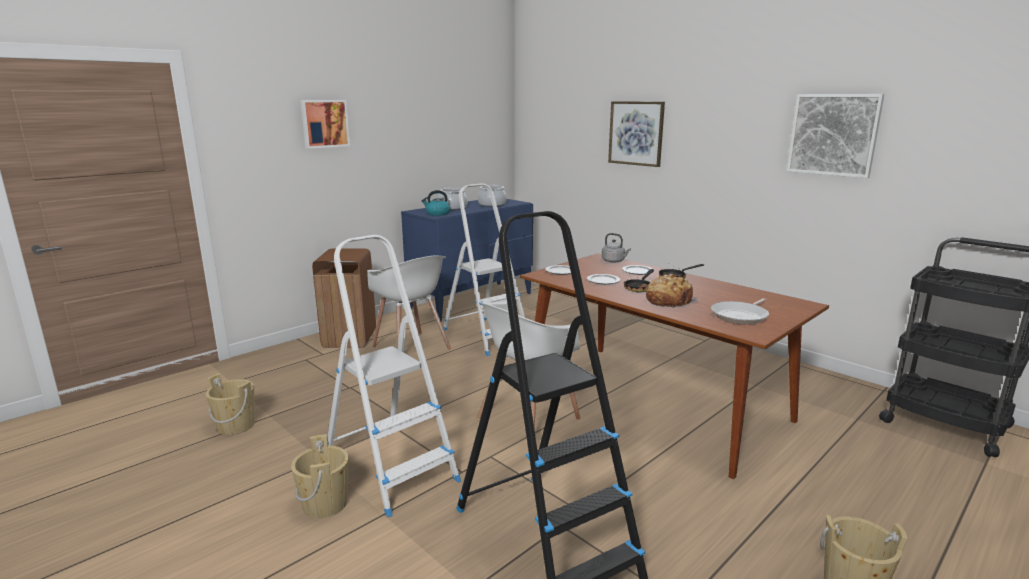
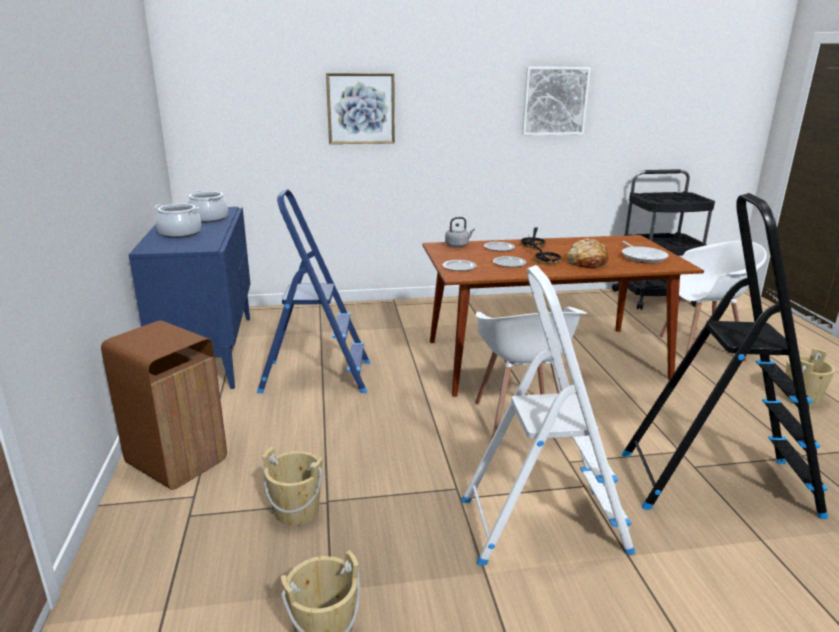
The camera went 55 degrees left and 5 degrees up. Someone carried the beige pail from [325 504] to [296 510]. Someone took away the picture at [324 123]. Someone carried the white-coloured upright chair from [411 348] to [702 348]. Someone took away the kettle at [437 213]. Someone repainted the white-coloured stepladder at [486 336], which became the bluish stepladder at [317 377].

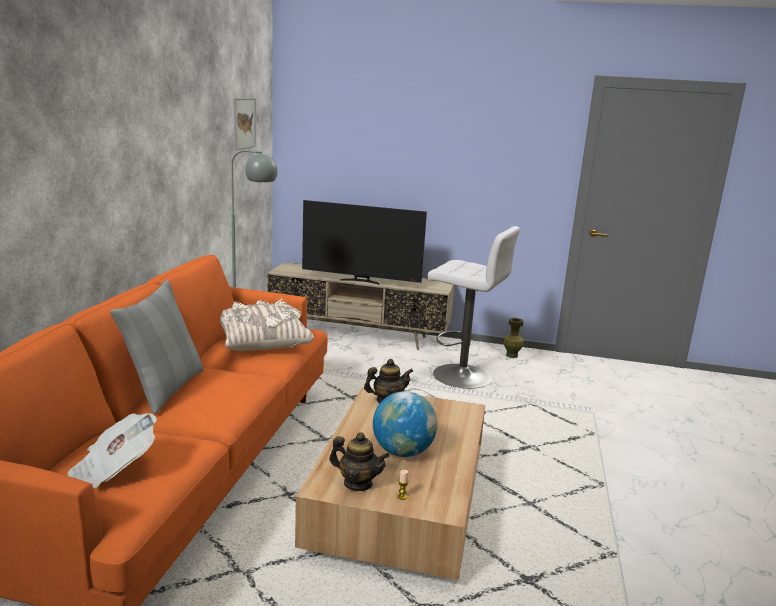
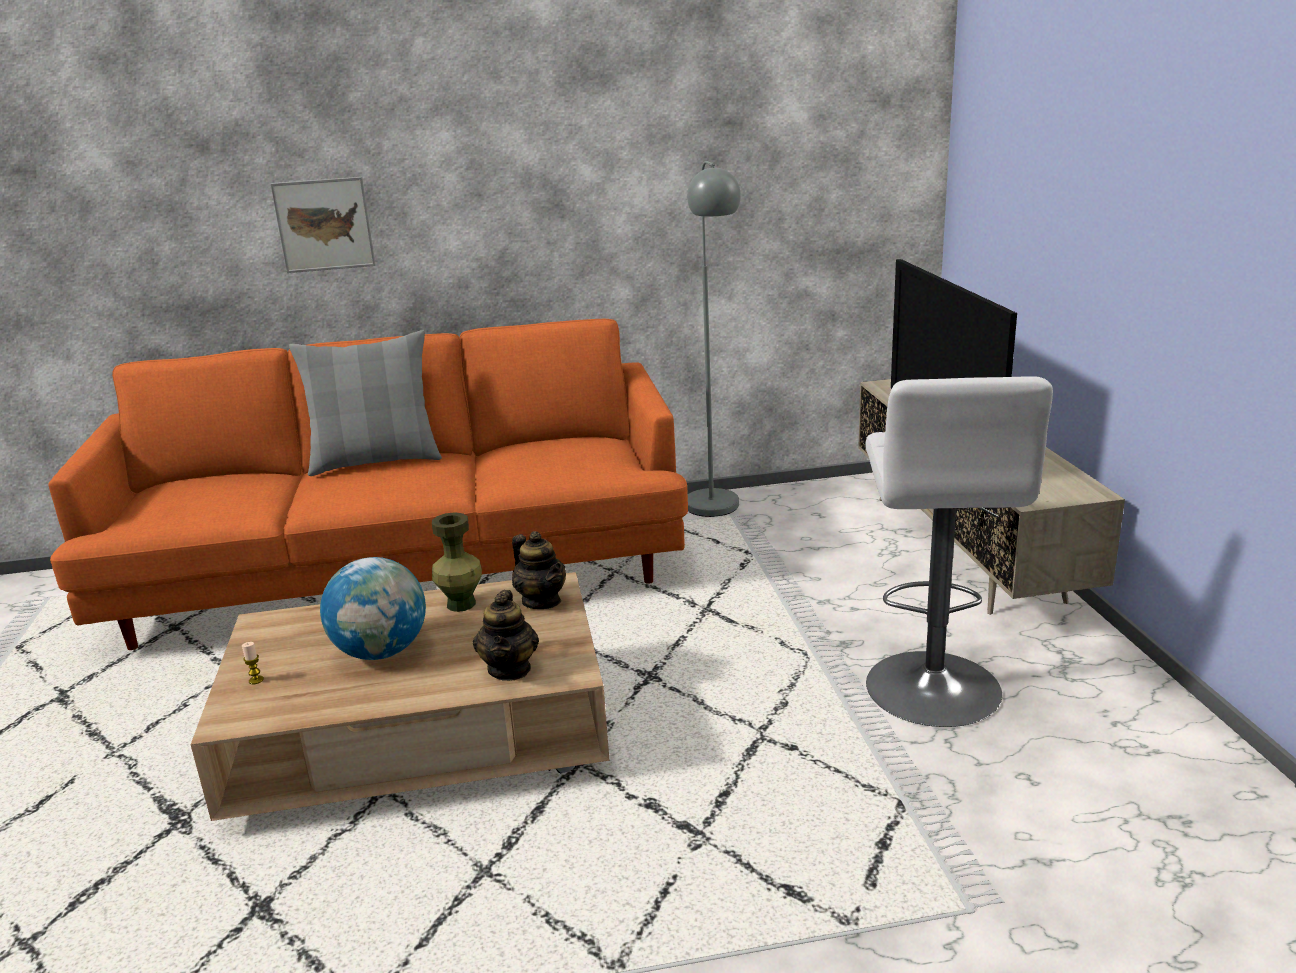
The camera went 70 degrees right and 5 degrees up. Someone took away the newspaper at [114 469]. Someone took away the beige cushion at [263 343]. Someone carried the picture from [244 123] to [324 225]. Someone carried the pot for tea from [358 483] to [510 669]. Someone carried the greenish decorative vase from [512 355] to [461 604].

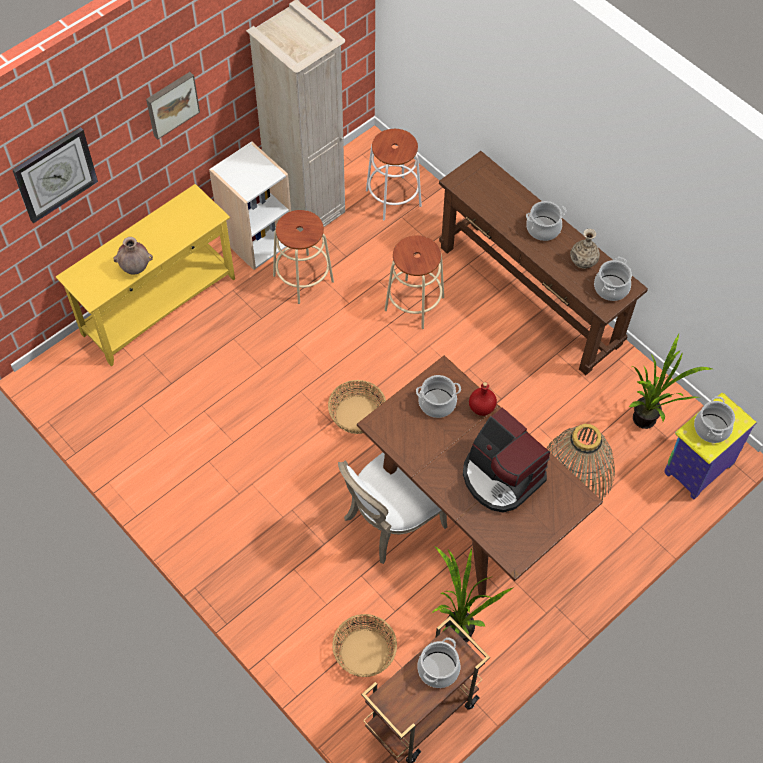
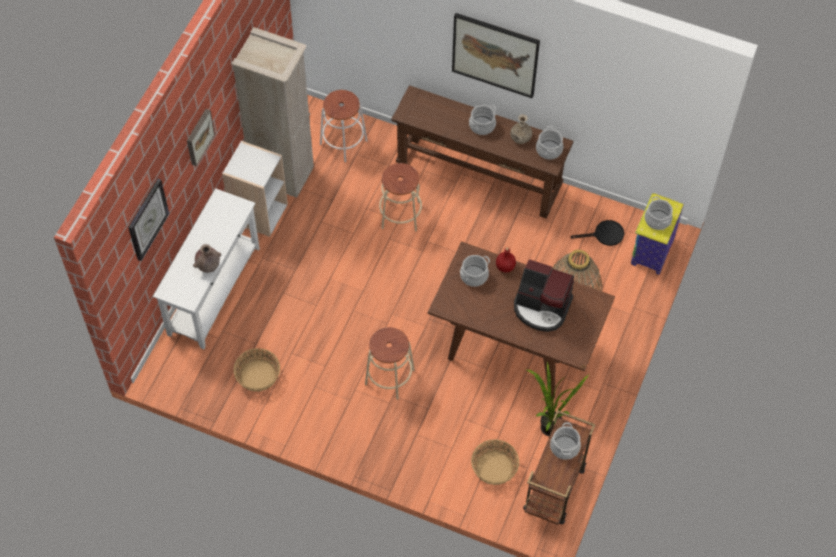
The camera went 25 degrees left and 0 degrees up. Someone repainted the yellowish hall table at [159 305], which became the white-coloured hall table at [214 290]. Someone carried the beige sitting stool from [303 278] to [389 377]. Someone carried the household basket from [356 415] to [257 376]. Someone took away the white-coloured upright chair at [389 521]. Someone swapped the plant in a pot at [648 423] for the black frying pan at [604 235]. Someone put up the picture at [495 54].

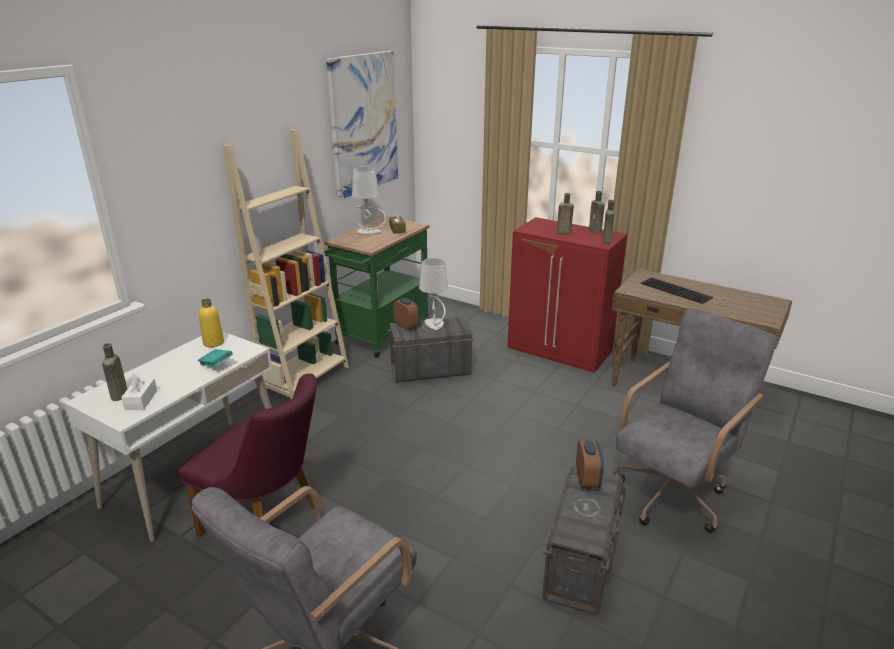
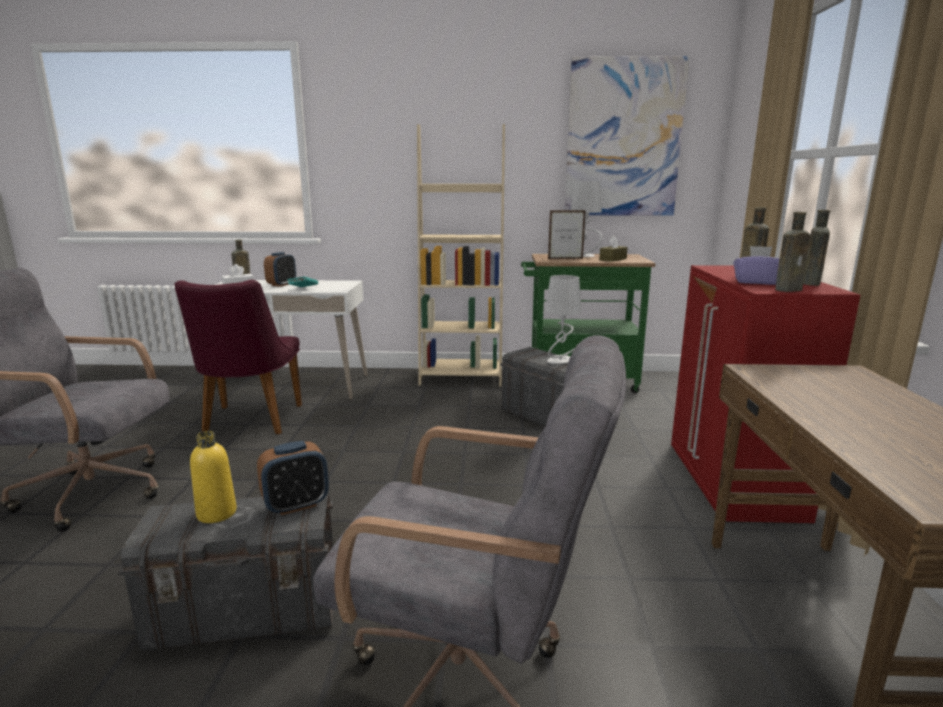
The camera went 60 degrees right and 10 degrees down. Someone carried the yellowish beverage bottle from [213 342] to [216 513]. Someone carried the alarm clock from [407 326] to [282 284]. Someone took away the computer keyboard at [677 290]. Someone put down the standing frame at [565 259]. Someone put down the purple-coloured tissue holder at [756 282].

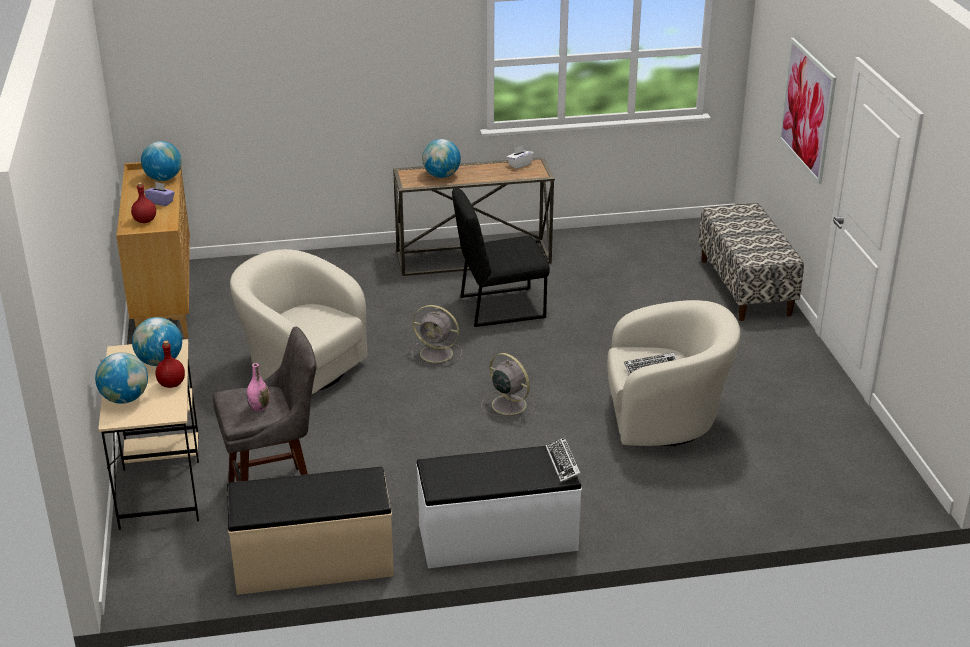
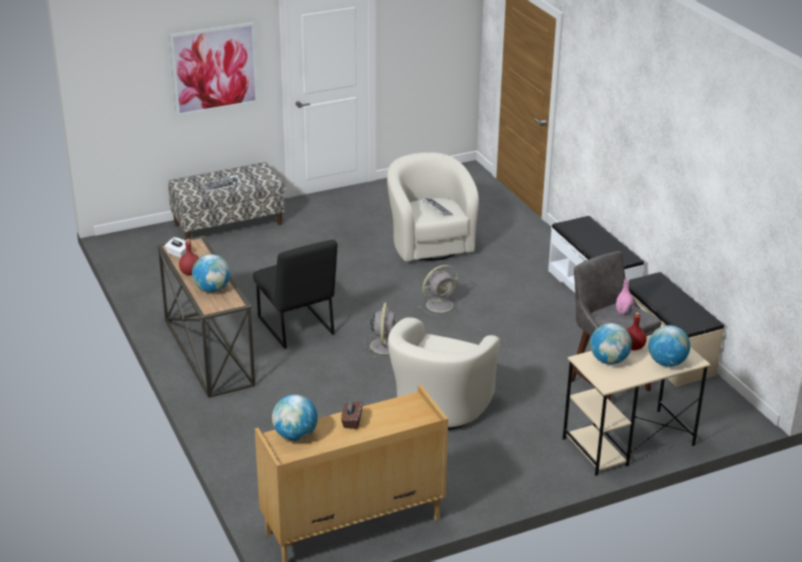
The camera went 105 degrees left and 0 degrees up. Someone carried the red beverage bottle from [145 221] to [190 272]. Someone repainted the purple-coloured tissue holder at [161 202], which became the brownish tissue holder at [351 421]. Someone rotated the greyish fan at [507 404] by 150 degrees counterclockwise. Someone carried the computer keyboard from [563 463] to [221 185].

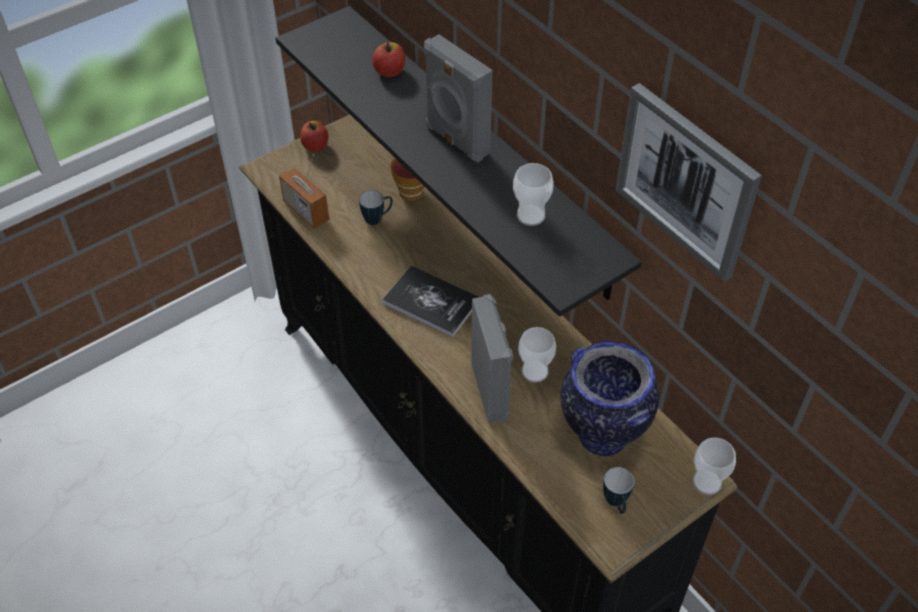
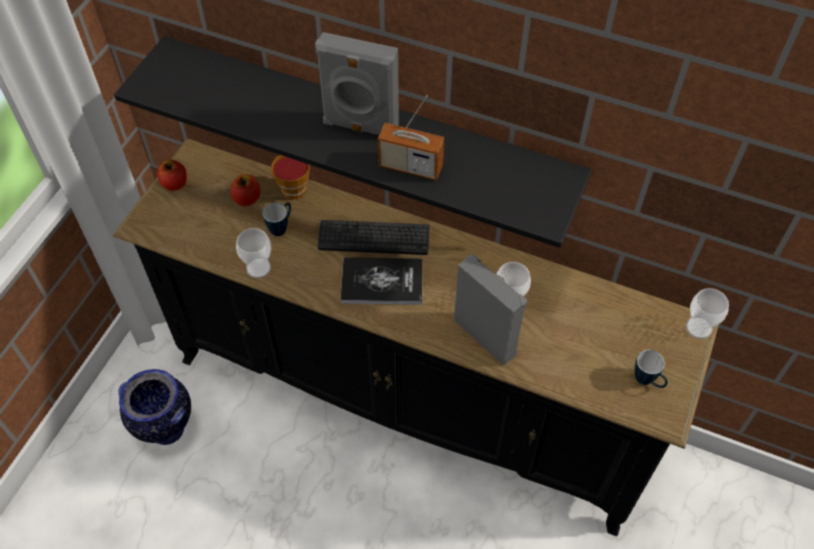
The camera went 30 degrees left and 5 degrees up. Someone carried the radio set from [306 211] to [410 166]. Someone carried the apple fruit from [390 71] to [247 199]. Someone carried the small cup from [530 215] to [258 268]. Someone carried the decorative vase from [601 436] to [166 429]. Someone took away the picture at [686 181]. Someone put down the computer keyboard at [374 238].

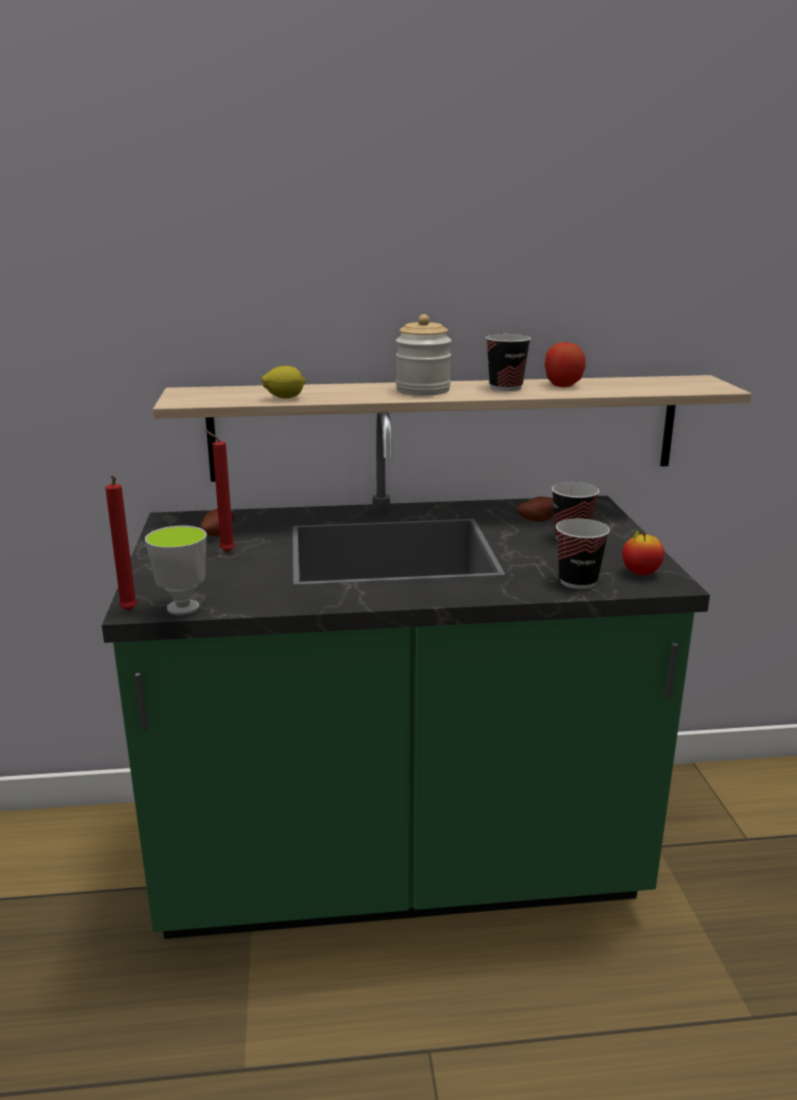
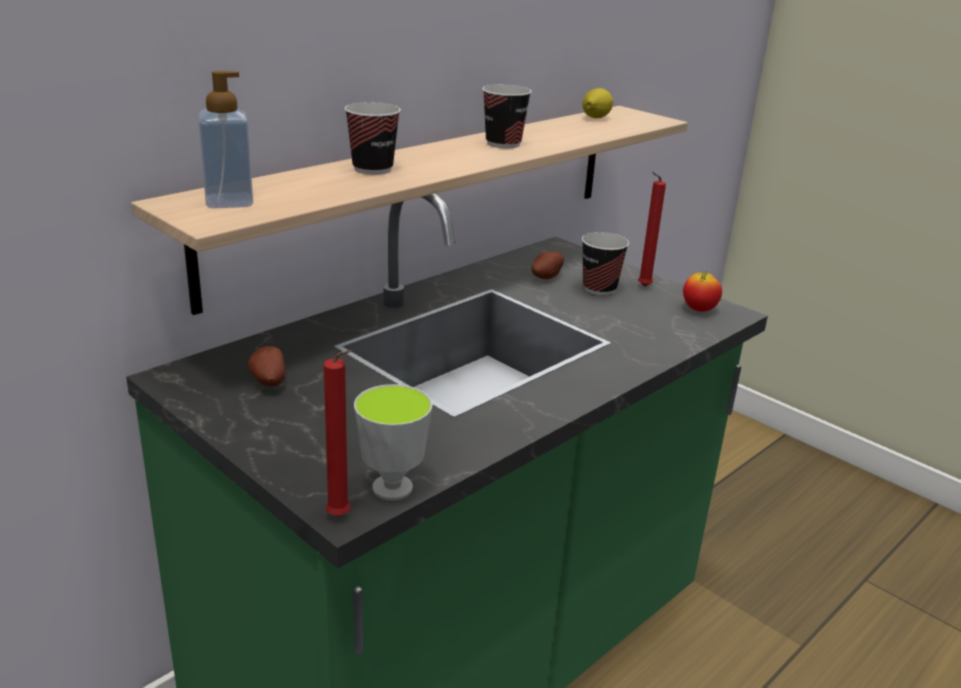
The camera went 40 degrees left and 5 degrees up. Someone carried the red candle from [225 552] to [642 287]. Someone carried the lemon from [284 398] to [595 118]. Someone took away the jar at [423 390]. Someone took away the apple fruit at [563 385]. Someone carried the small cup from [578 581] to [372 169]. Someone put down the soap bottle at [229 202].

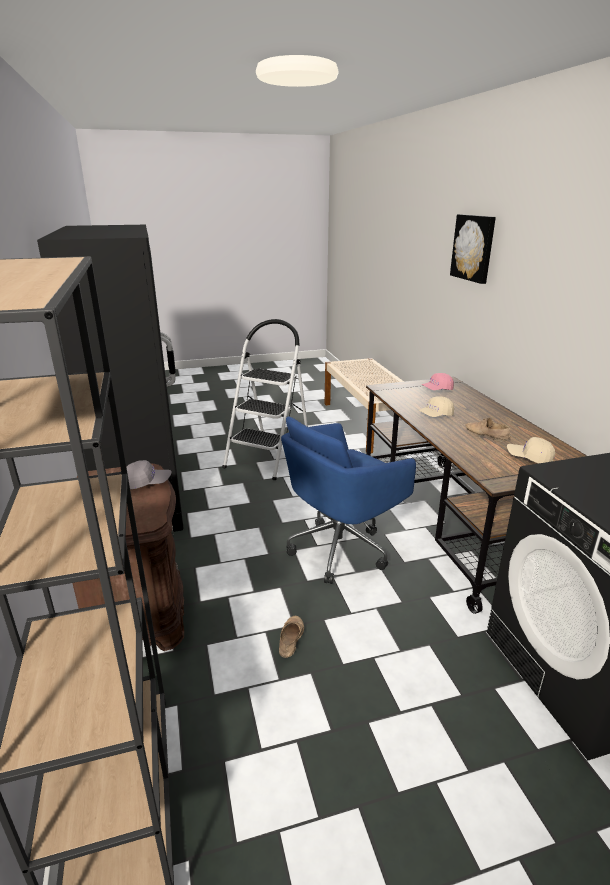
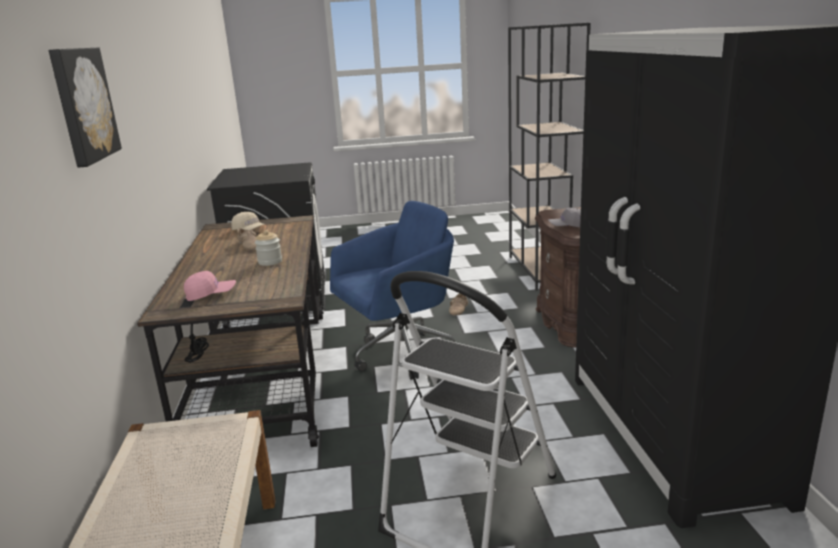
The camera went 170 degrees left and 5 degrees down. Someone swapped the beige cap at [435 415] for the jar at [270 262].

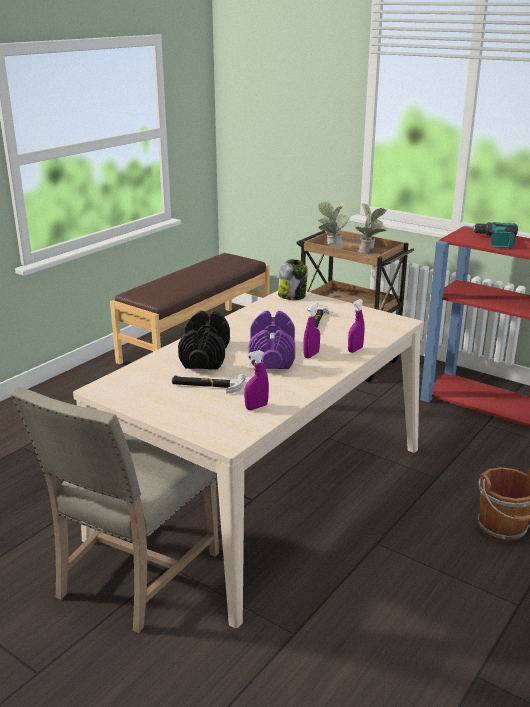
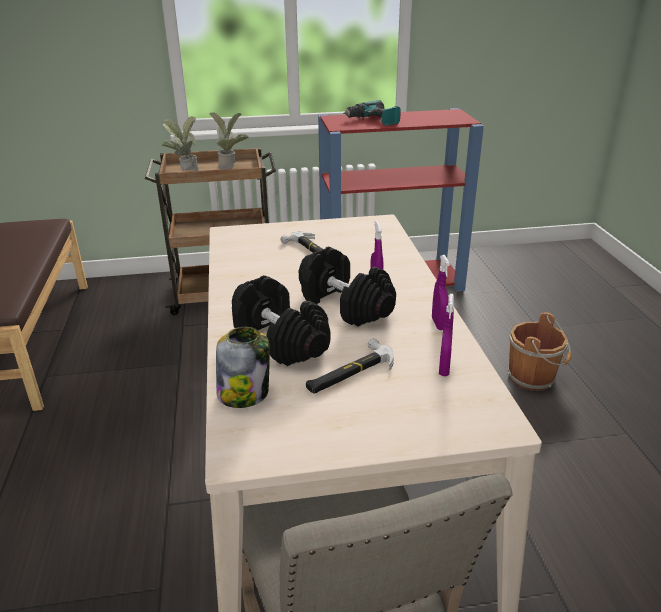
The camera went 45 degrees left and 5 degrees up. Someone repainted the purple-coloured free weight at [271 356], which became the black free weight at [344 305]. Someone carried the jar from [292 296] to [244 393]. Someone carried the purple-coloured sprayer from [355 350] to [438 324].

